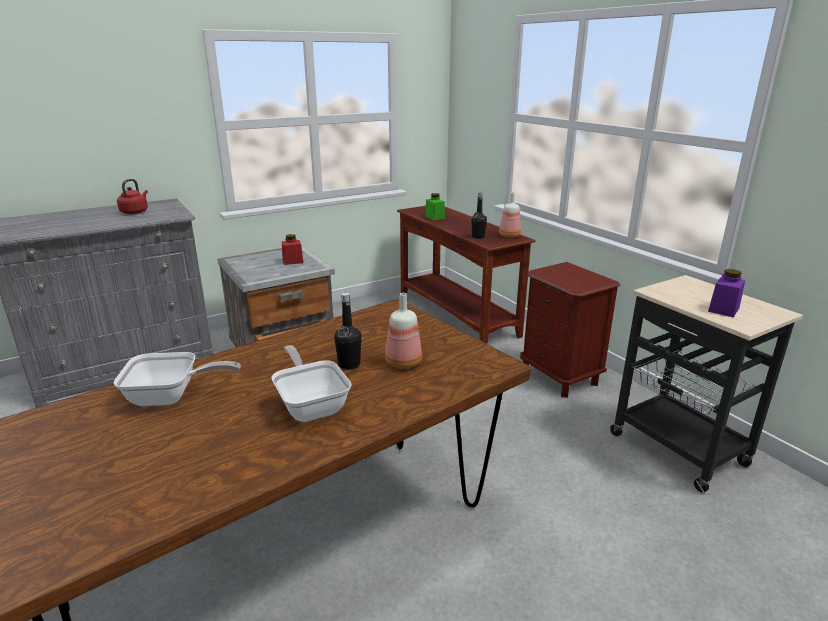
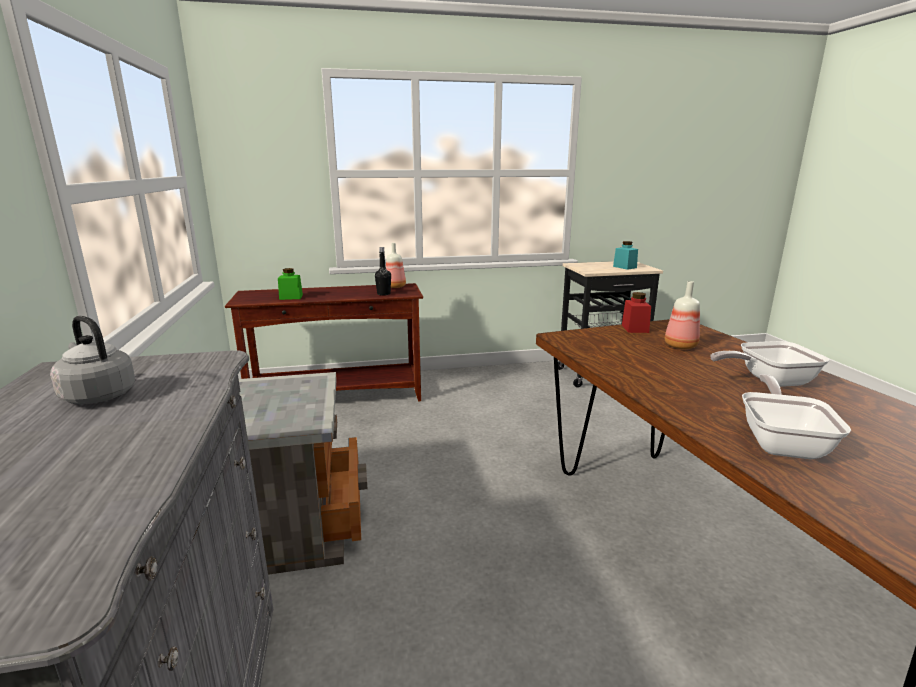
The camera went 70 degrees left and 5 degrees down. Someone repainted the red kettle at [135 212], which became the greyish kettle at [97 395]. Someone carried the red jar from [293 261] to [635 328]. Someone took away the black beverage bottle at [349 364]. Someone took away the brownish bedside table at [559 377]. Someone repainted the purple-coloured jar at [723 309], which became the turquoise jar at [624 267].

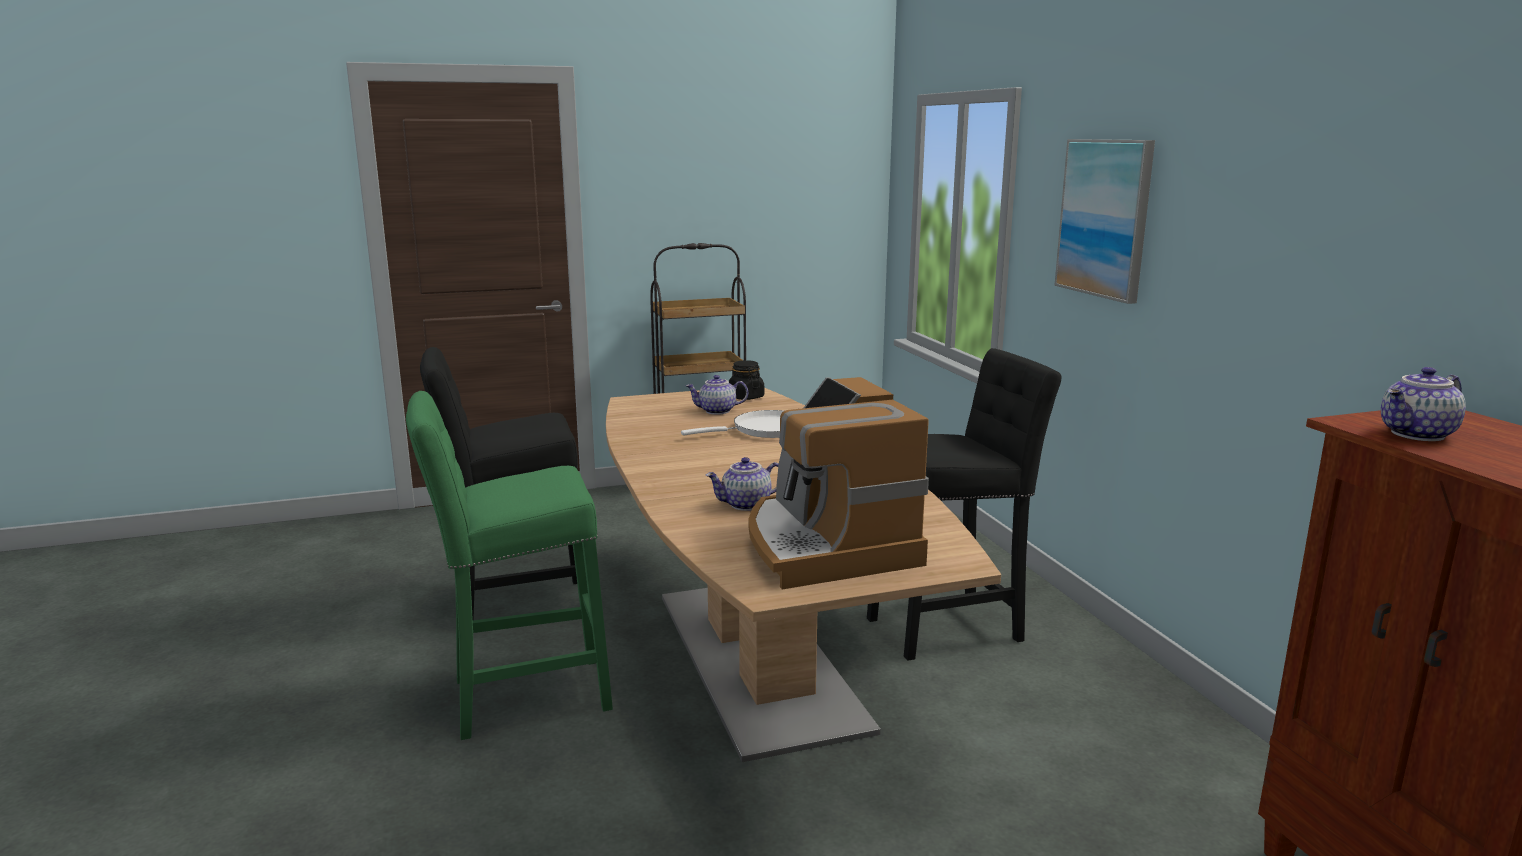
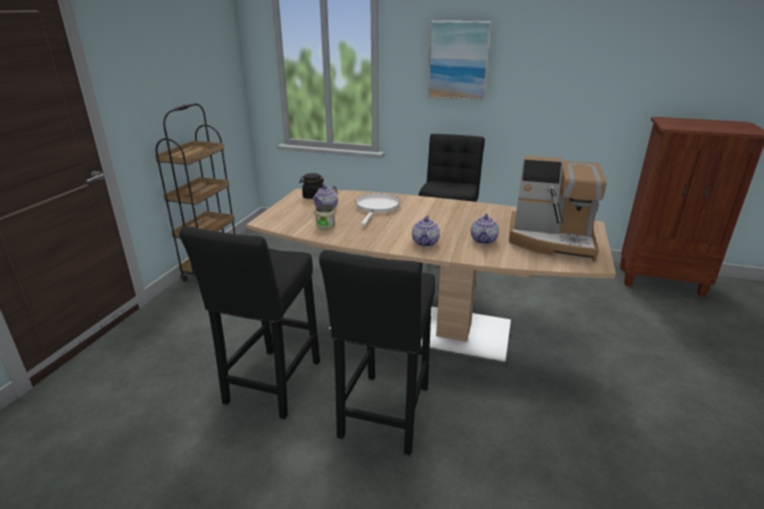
The camera went 55 degrees left and 10 degrees up. Someone repainted the greenish sitting stool at [521 697], which became the black sitting stool at [384 416]. Someone carried the pot for tea from [1418 435] to [426 243]. Someone put down the jar at [325 225].

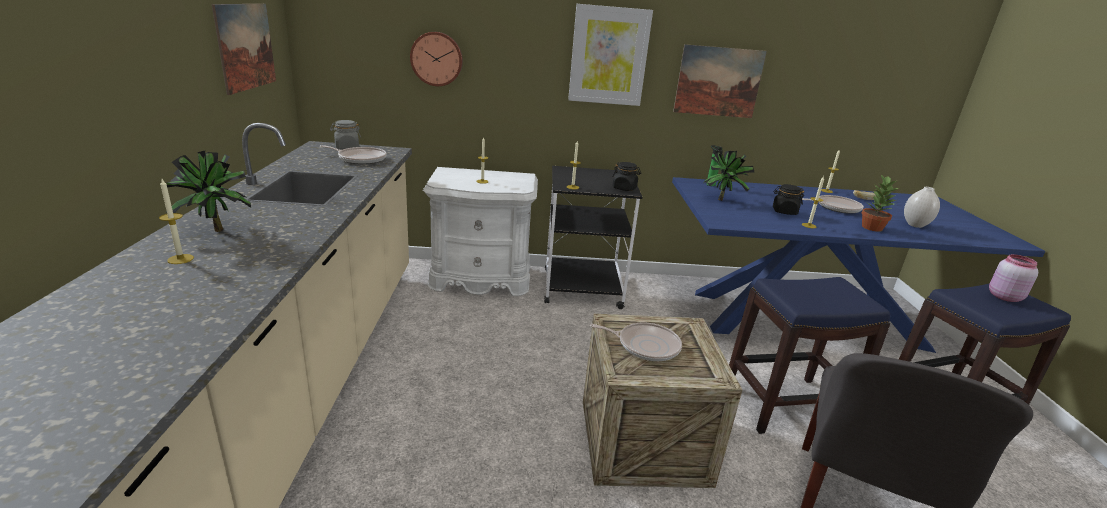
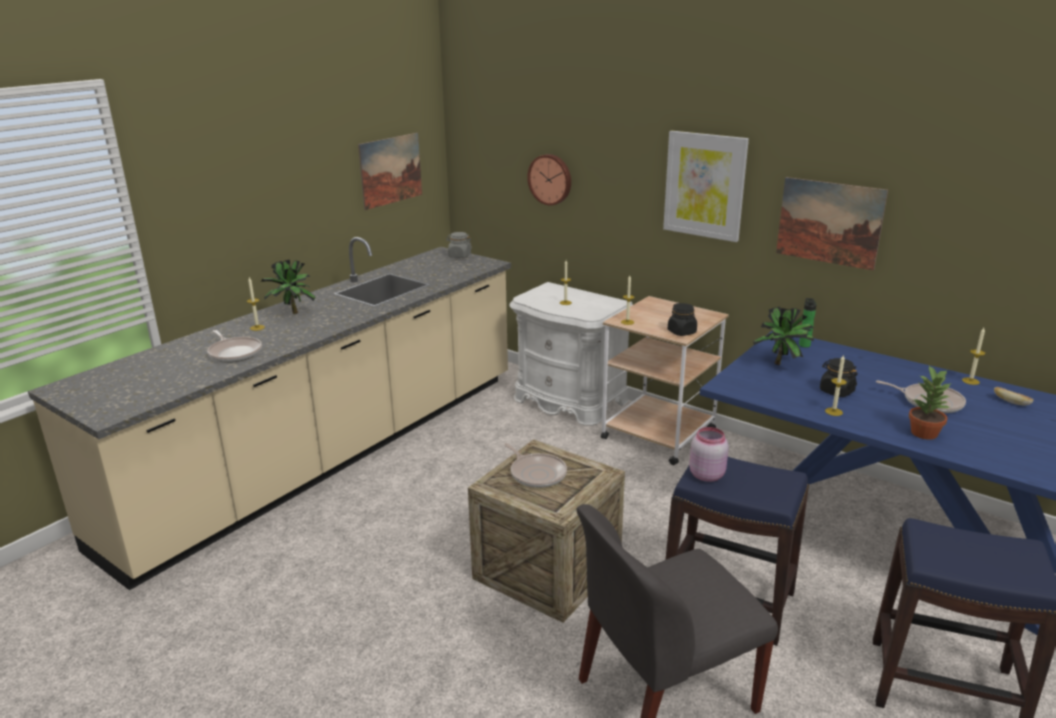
The camera went 40 degrees right and 0 degrees up. Someone carried the frying pan from [360 159] to [234 353]. Someone repainted the black trolley at [583 288], which became the beige trolley at [660 435]. Someone took away the white-coloured decorative vase at [915 225]. Someone carried the pinkish jar from [1003 296] to [706 474].

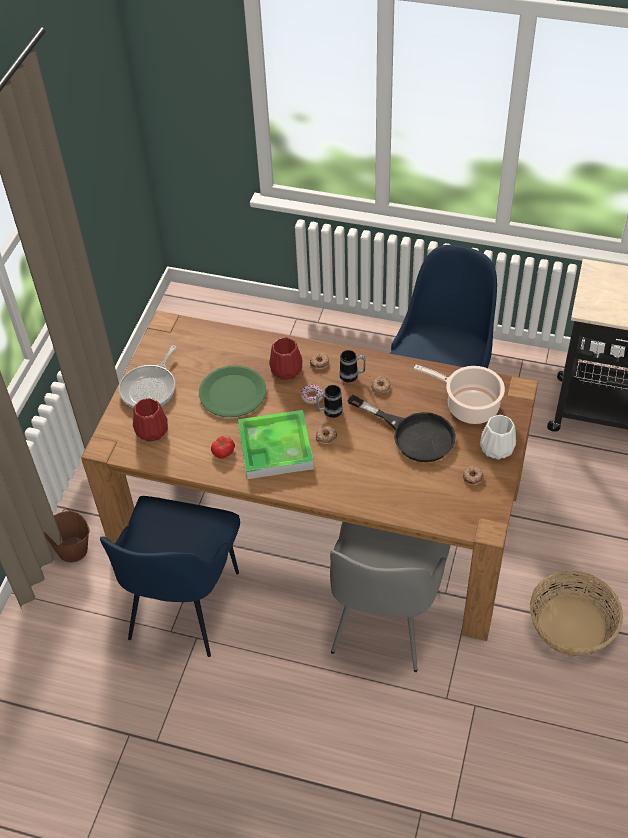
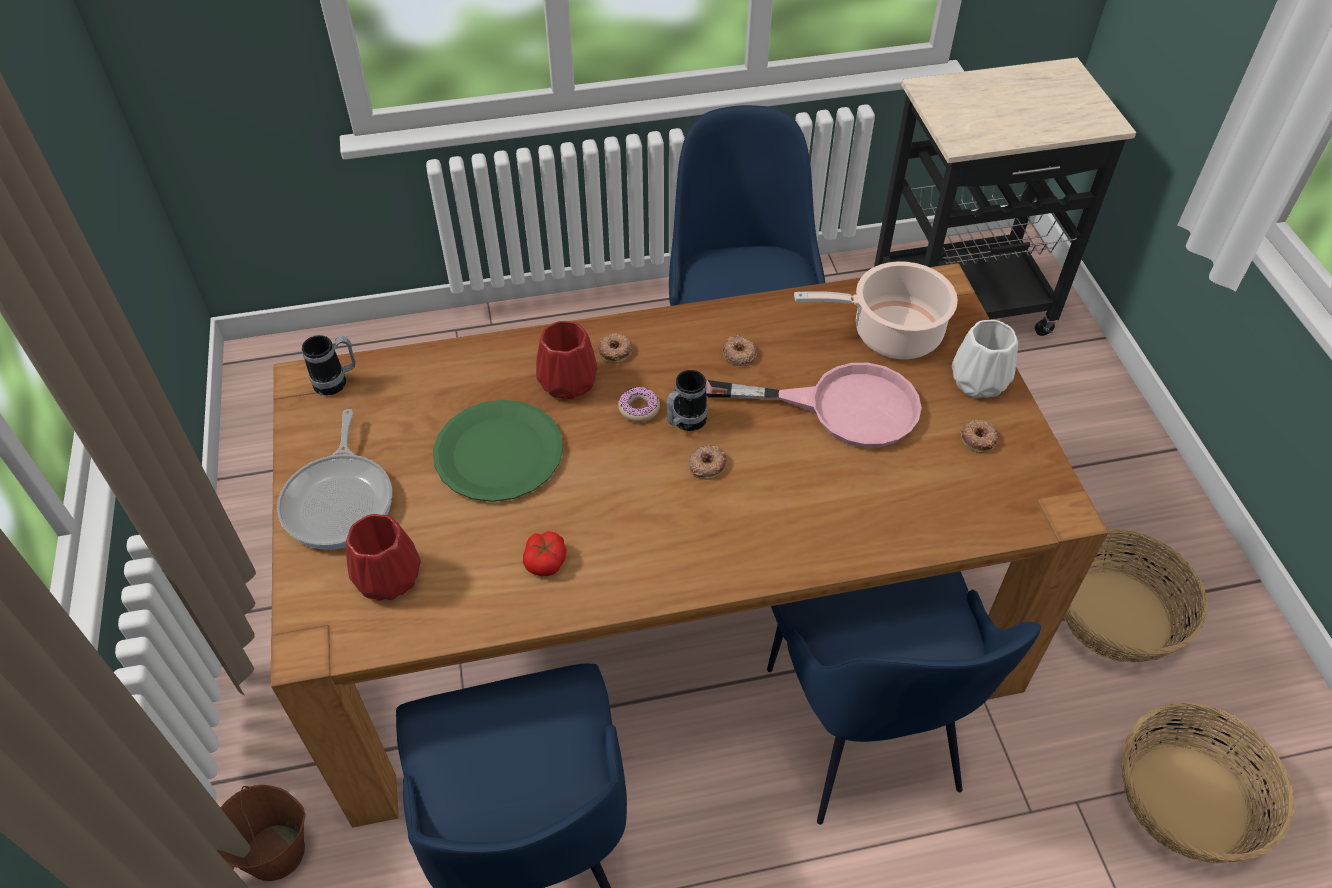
The camera went 30 degrees left and 0 degrees up. Someone took away the carrying tray at [275 448]. Someone repainted the greyish upright chair at [385 620], which became the bluish upright chair at [863 729]. Someone carried the coffee mug from [352 376] to [337 382]. Someone repainted the black frying pan at [413 434], which became the pinkish frying pan at [842 407]. Someone put down the household basket at [1188 801].

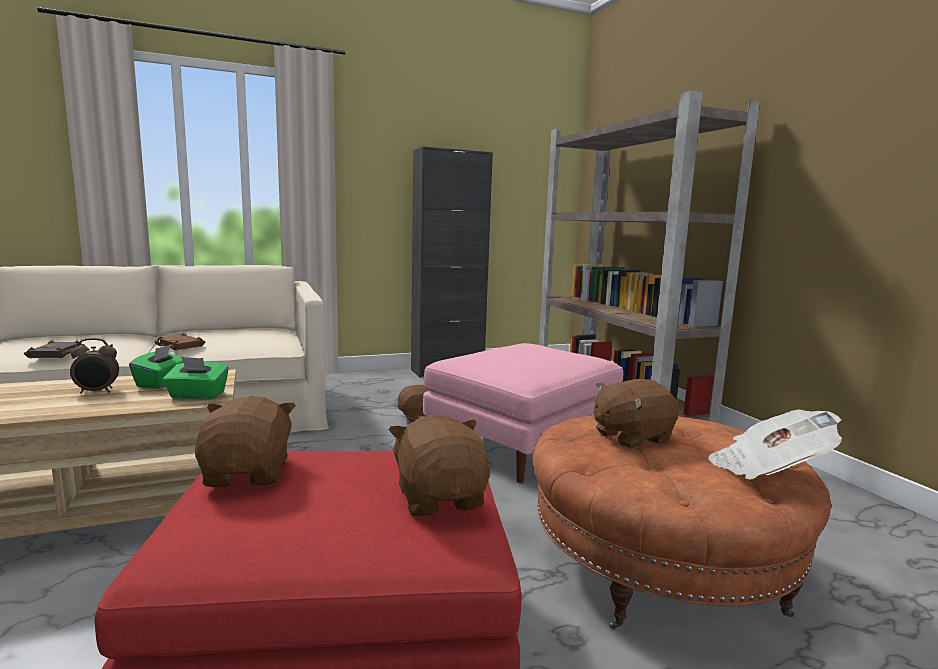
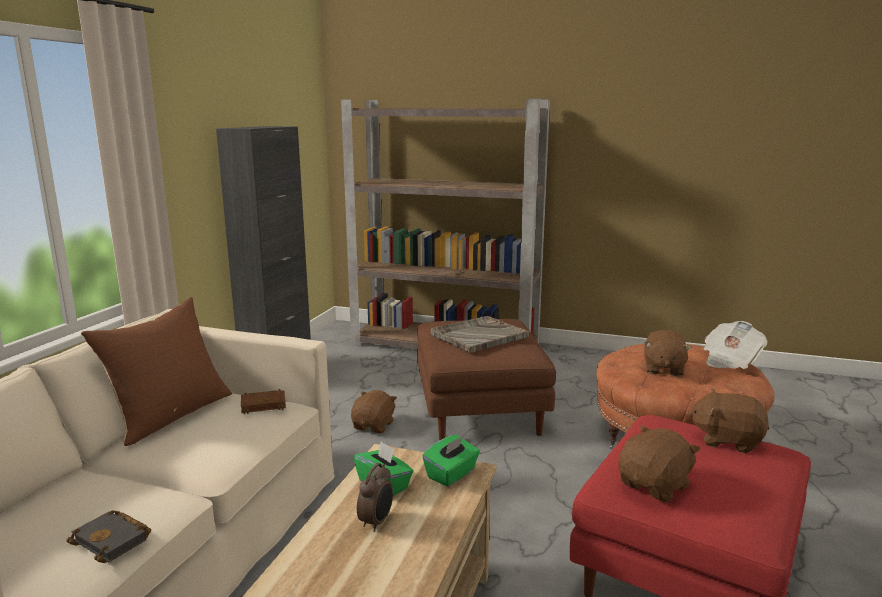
The camera went 50 degrees left and 5 degrees up. Someone carried the brownish book from [182 346] to [264 404]. Someone rotated the brownish plush toy at [249 474] by 105 degrees clockwise. Someone repainted the pinkish ottoman at [522 442], which became the brownish ottoman at [478 408]. Someone put down the brownish cushion at [170 415]. Someone put down the greyish carrying tray at [478 336].

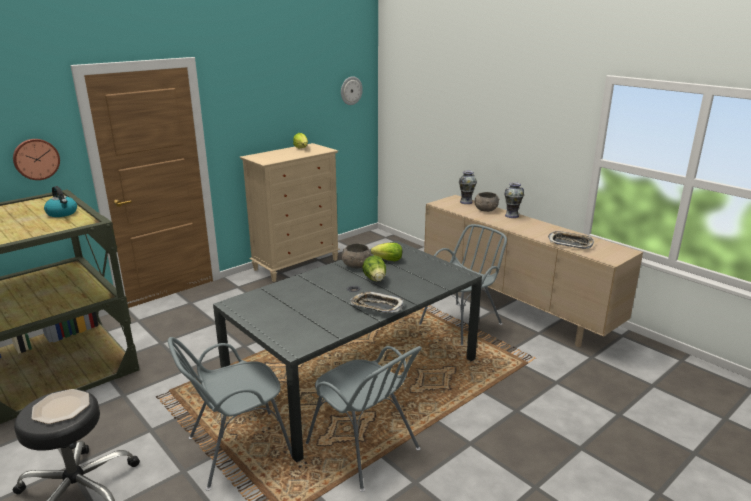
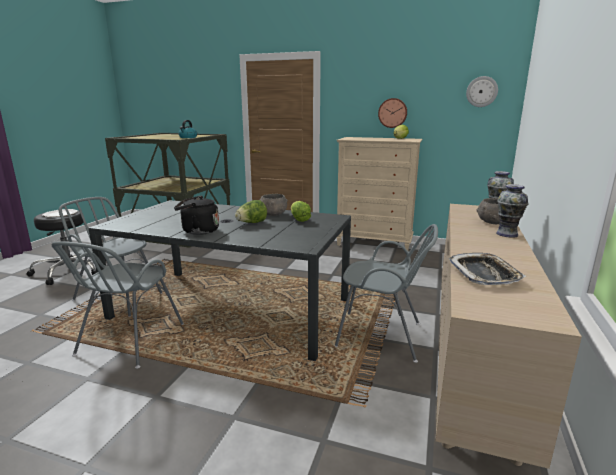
The camera went 60 degrees right and 5 degrees down. Someone carried the wall clock from [36 159] to [392 113]. Someone swapped the carrying tray at [376 306] for the black kettle at [198 231].

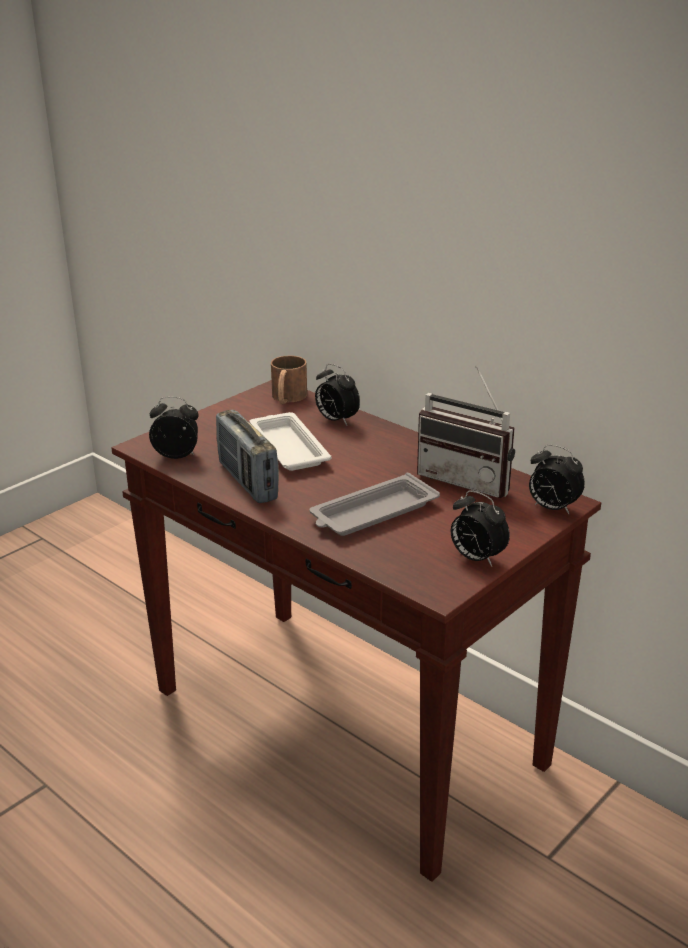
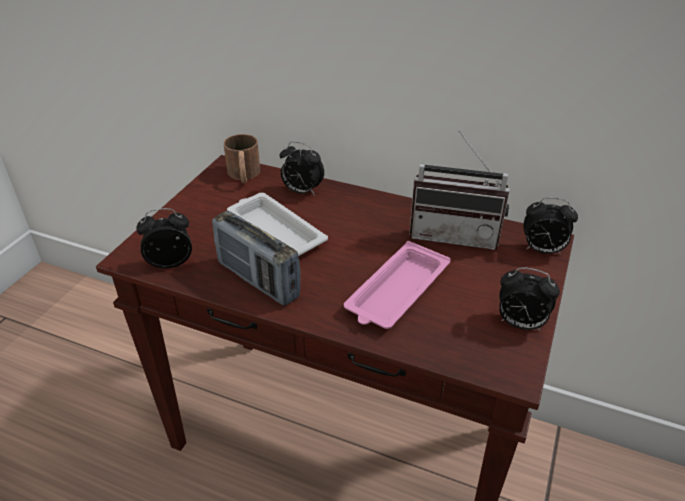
The camera went 20 degrees left and 10 degrees up. Someone repainted the greyish carrying tray at [372 513], which became the pinkish carrying tray at [396 292].

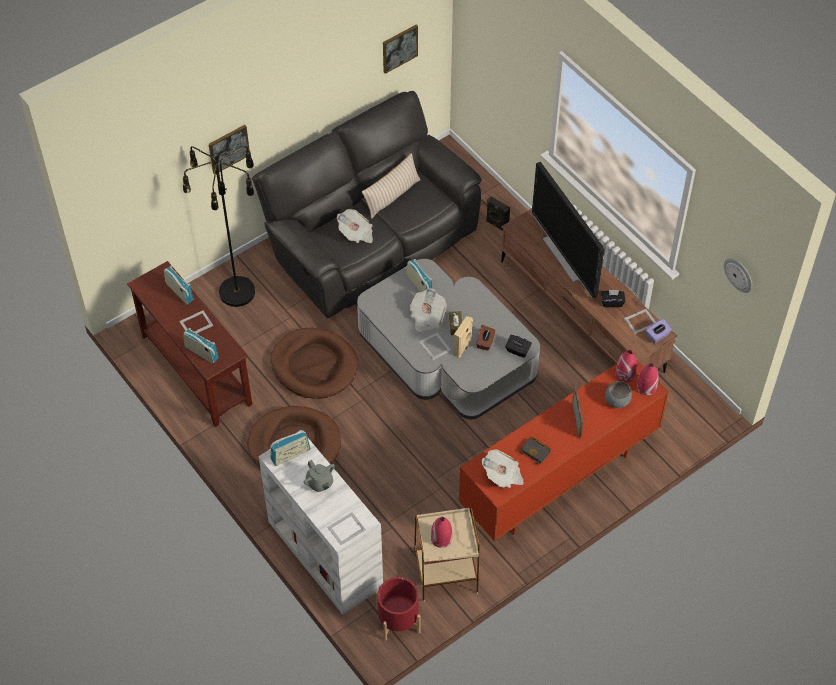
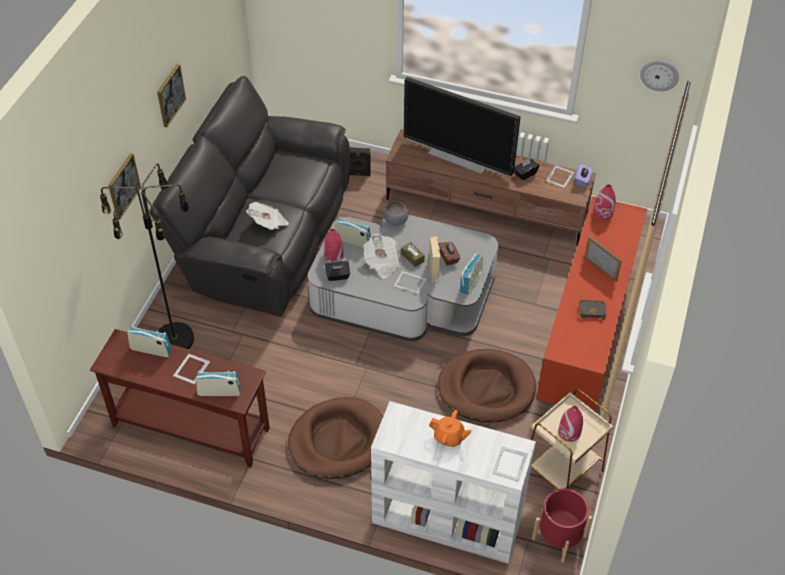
The camera went 35 degrees left and 5 degrees down. Someone carried the brownish dog bed from [314 365] to [486 388]. Someone carried the radio set from [290 455] to [470 281]. Someone repainted the greyish pot for tea at [319 483], which became the orange pot for tea at [449 437]. Someone took away the beige cushion at [392 196]. Someone carried the picture from [399 48] to [170 95]. Someone took away the newspaper at [503 476]. Someone carried the black tissue holder from [517 351] to [337 276]. Someone carried the greyish deep dish from [617 400] to [395 221]. Someone carried the red decorative vase from [646 387] to [333 256].

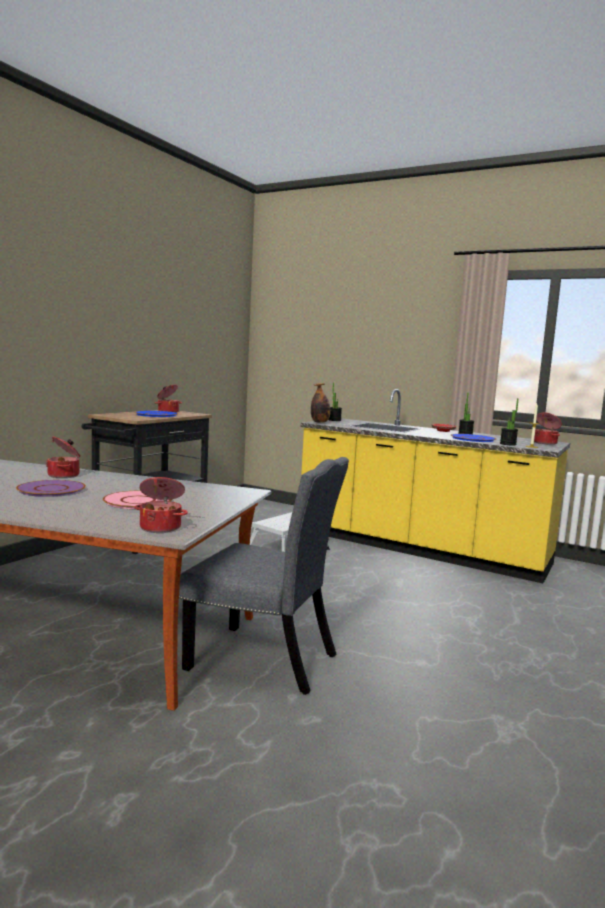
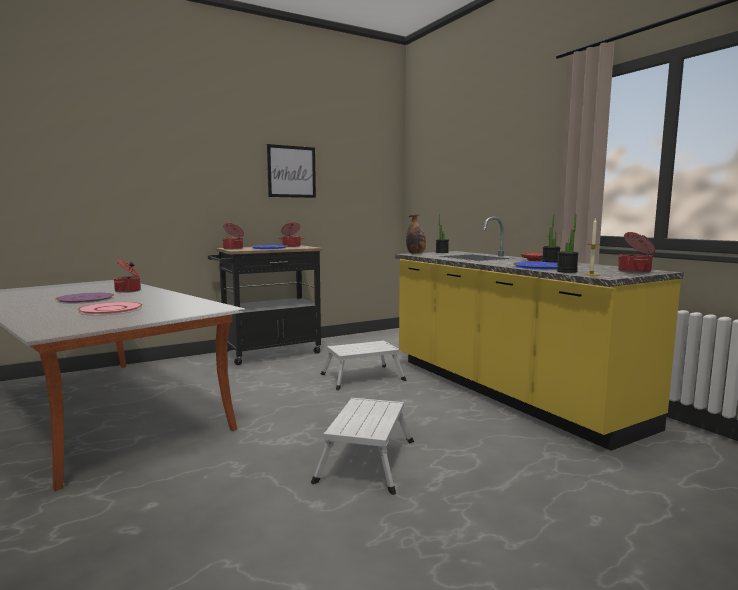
The camera went 30 degrees right and 0 degrees up. Someone carried the stockpot from [161 527] to [233 248]. Someone took away the greyish upright chair at [260 659]. Someone put up the picture at [291 171]. Someone put down the white-coloured stepladder at [366 460].

